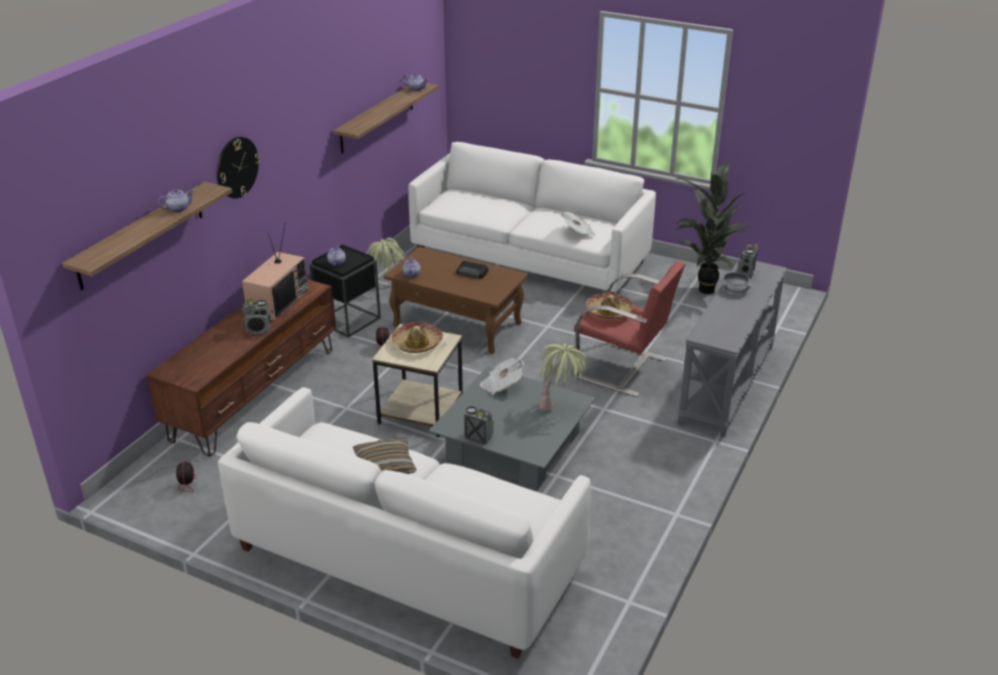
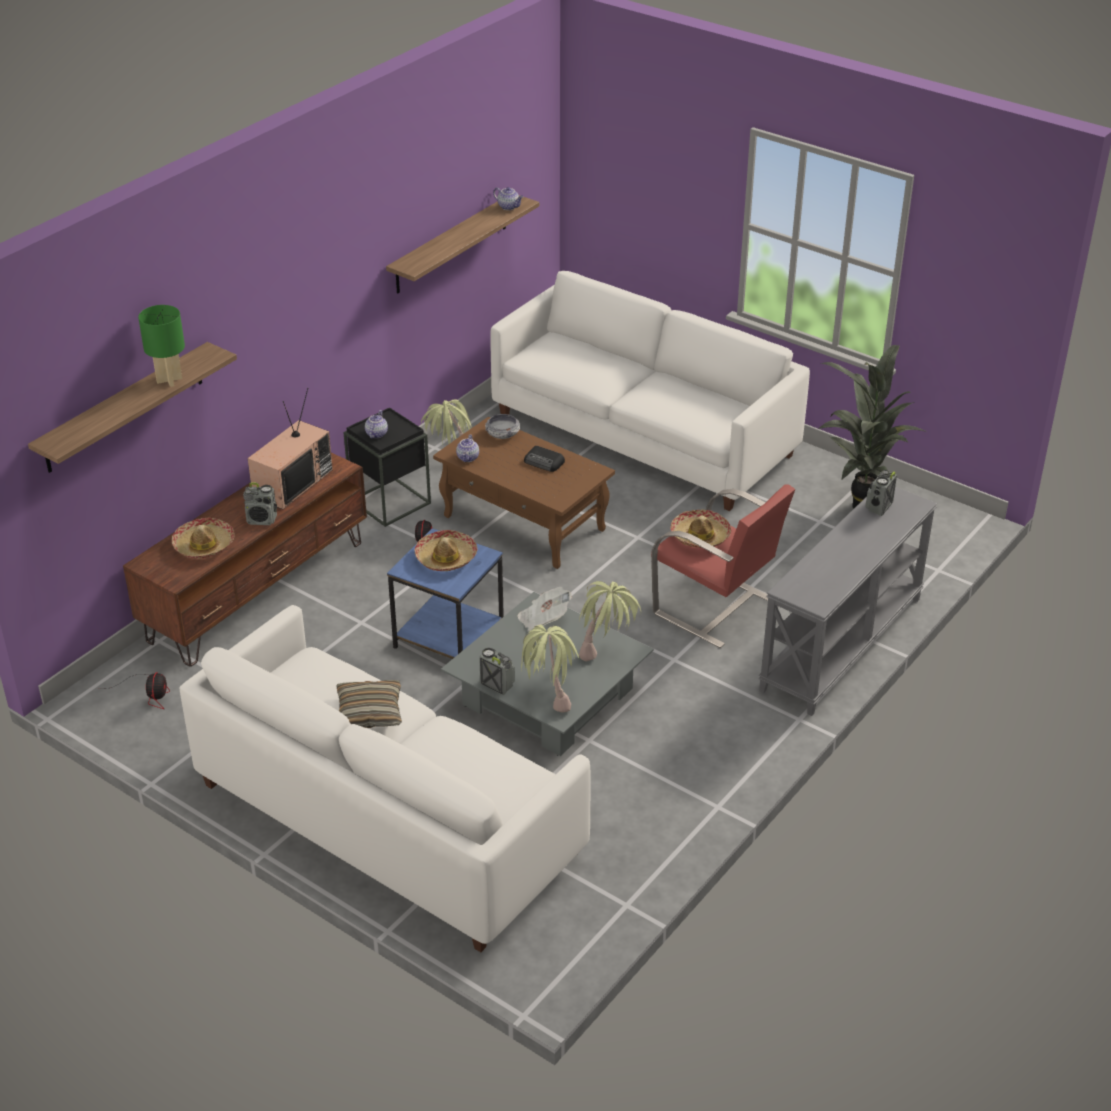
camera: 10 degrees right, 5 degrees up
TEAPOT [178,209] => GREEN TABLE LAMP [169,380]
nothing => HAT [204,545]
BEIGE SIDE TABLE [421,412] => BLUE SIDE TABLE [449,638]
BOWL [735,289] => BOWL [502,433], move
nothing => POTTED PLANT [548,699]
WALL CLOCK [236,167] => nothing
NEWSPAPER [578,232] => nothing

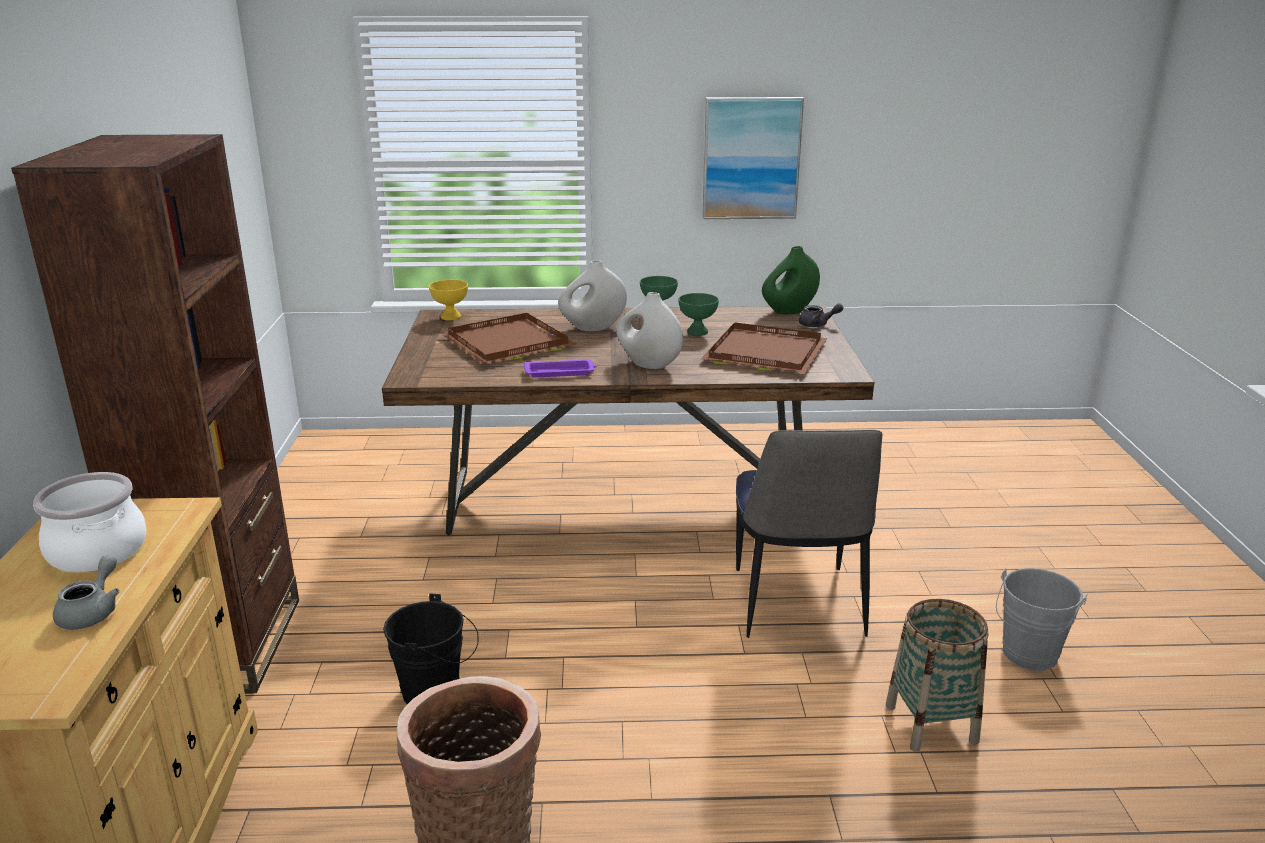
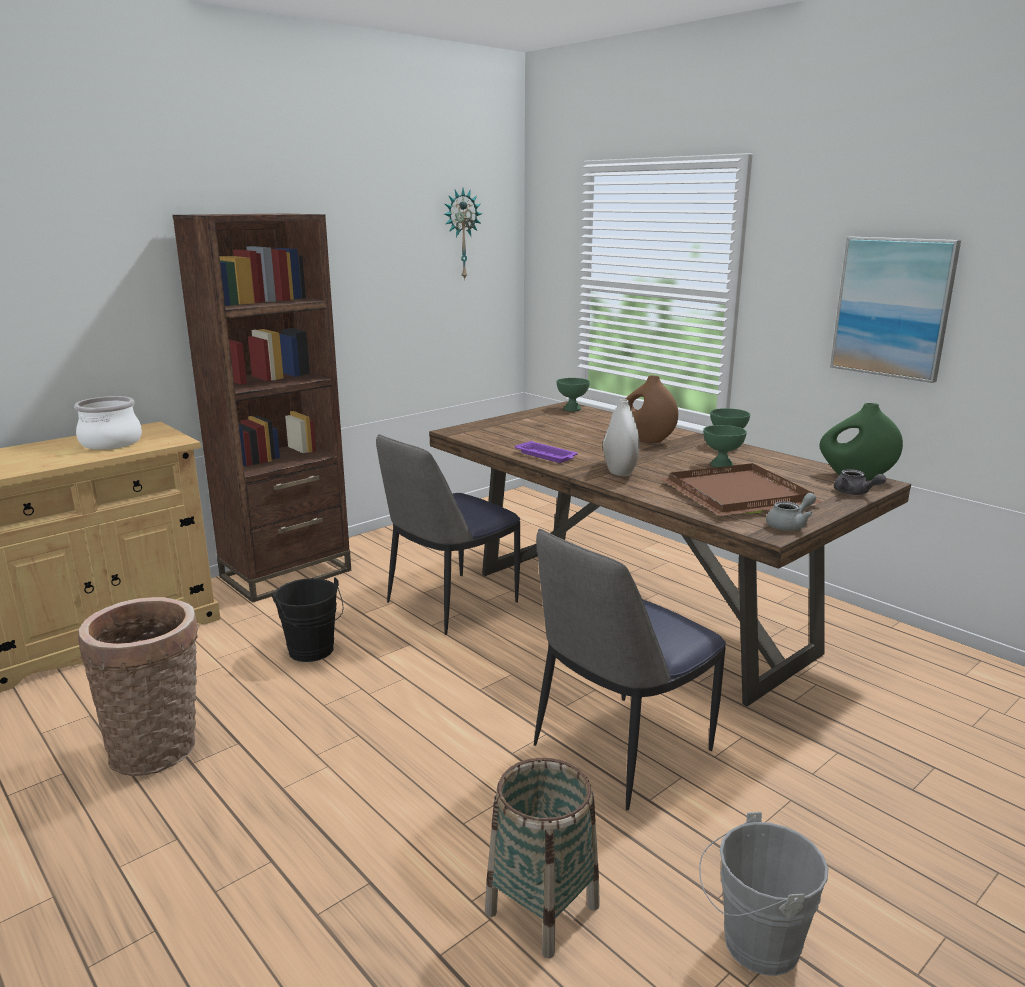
camera: 50 degrees right, 5 degrees down
nothing => CHAIR [449,604]
nothing => WALL CLOCK [461,234]
YELLOW BOWL [451,317] => GREEN BOWL [573,409]
WHITE VASE [593,328] => BROWN VASE [646,440]
GREY TEAPOT [93,612] => GREY TEAPOT [790,525], move
BROWN TRAY [510,343] => nothing

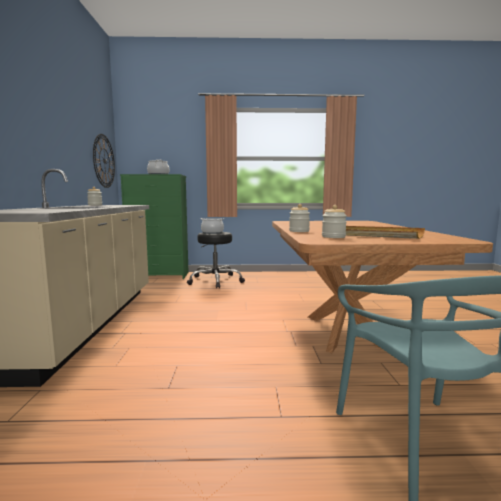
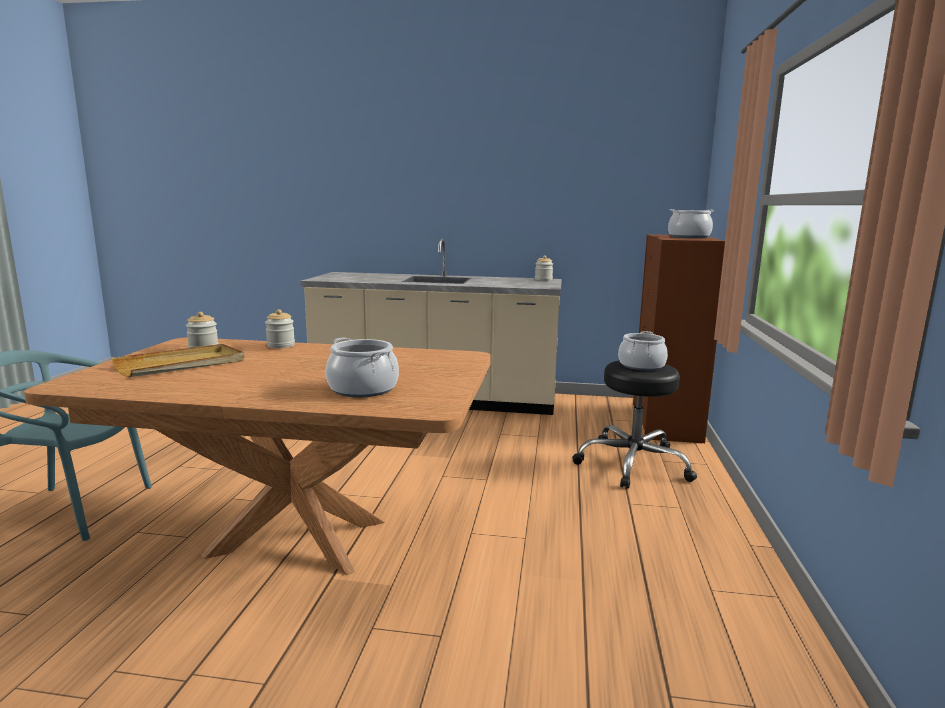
camera: 100 degrees right, 5 degrees up
nothing => COOKING POT [363,389]
GREEN DRESSER [159,275] => BROWN DRESSER [665,422]
WALL CLOCK [104,161] => nothing

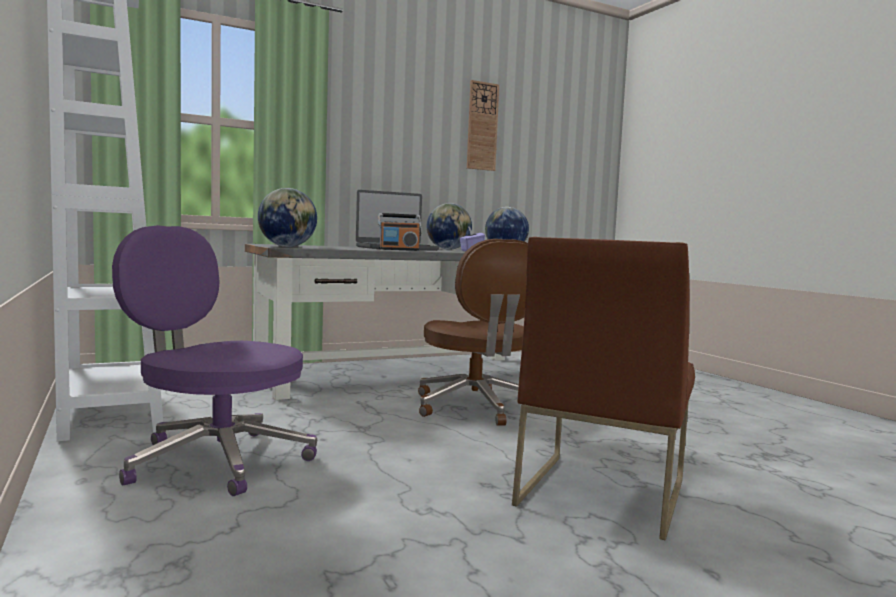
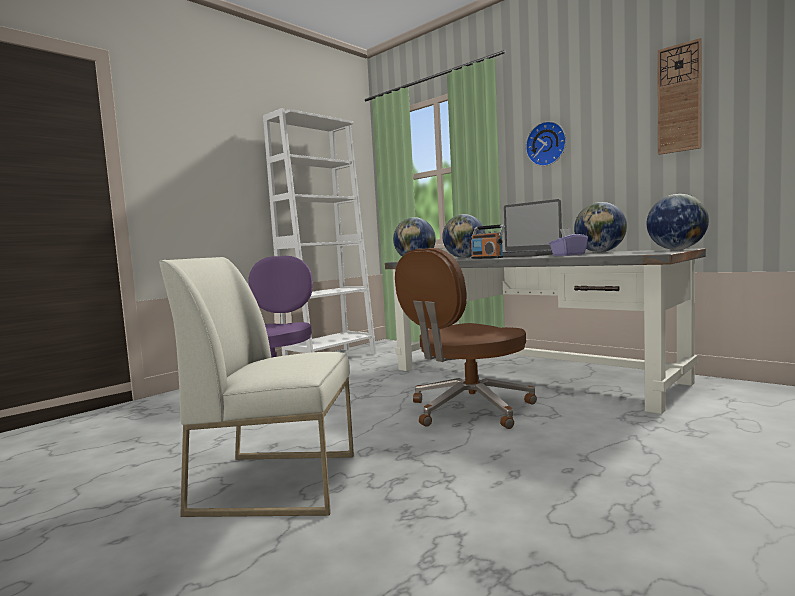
camera: 70 degrees right, 0 degrees up
BROWN CHAIR [600,492] => WHITE CHAIR [278,482]
nothing => GLOBE [464,257]
nothing => WALL CLOCK [547,144]

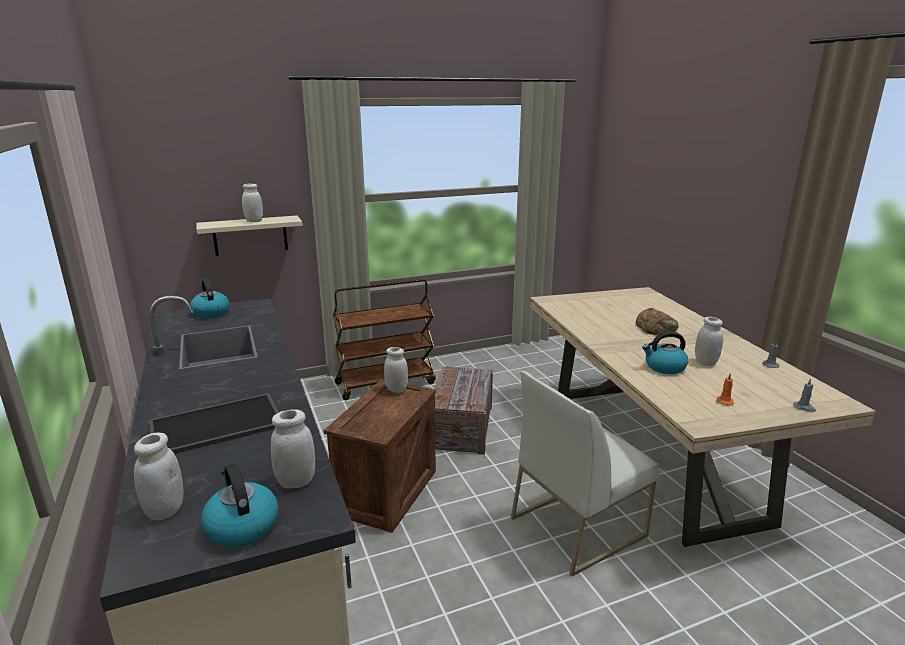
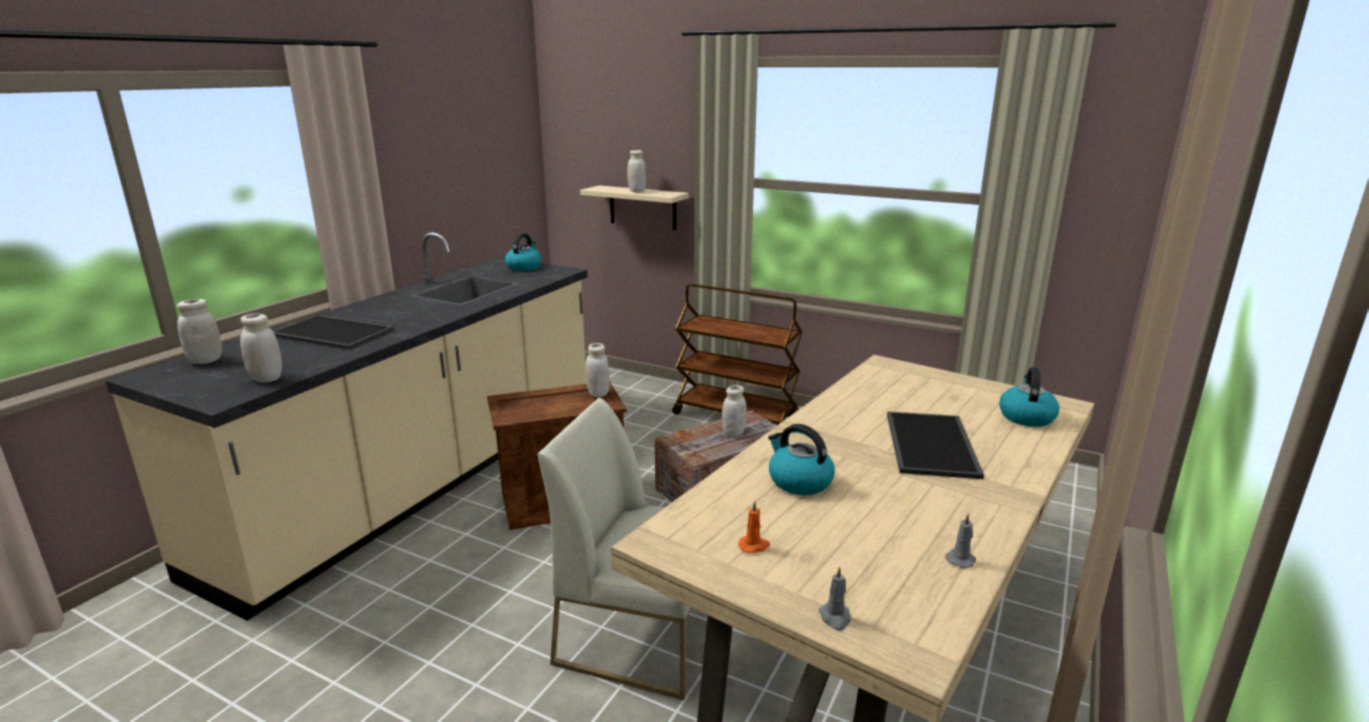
camera: 50 degrees right, 0 degrees up
WHITE JAR [705,362] => WHITE JAR [733,433], move
BREAD [656,328] => TRAY [933,445]
KETTLE [241,526] => KETTLE [1026,416], move

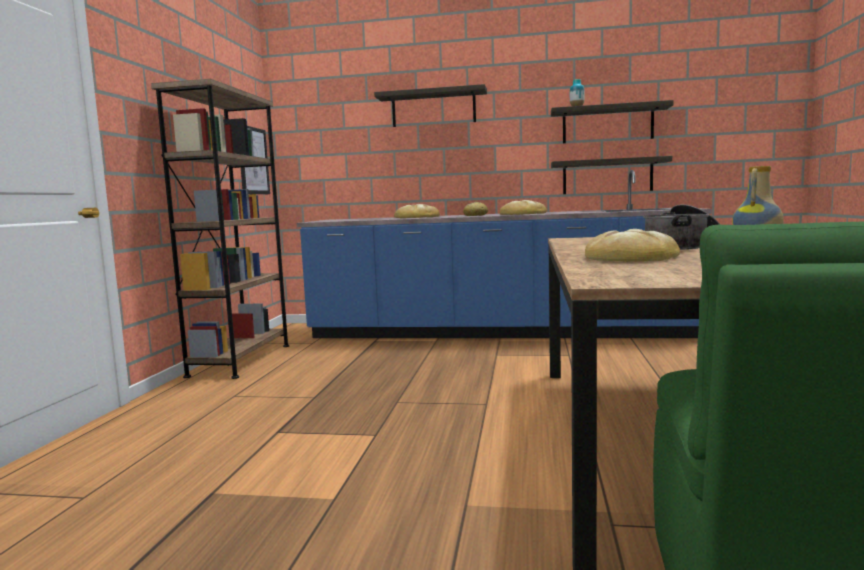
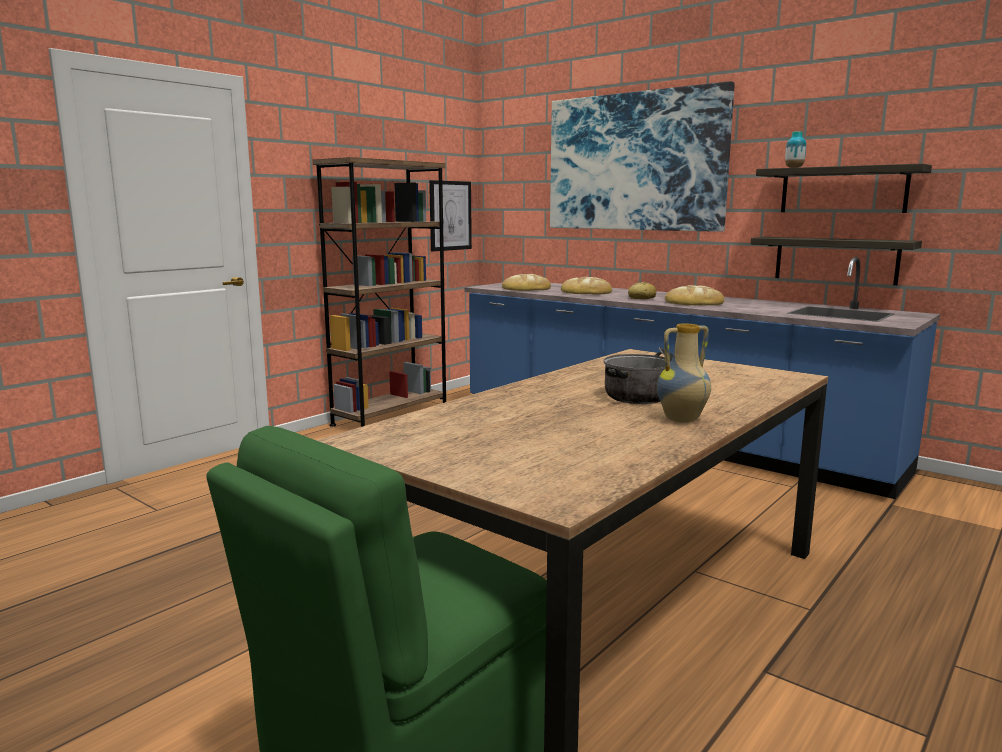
camera: 30 degrees right, 5 degrees up
BREAD [631,257] => BREAD [525,288], move
SHELF [433,108] => PICTURE [634,162]

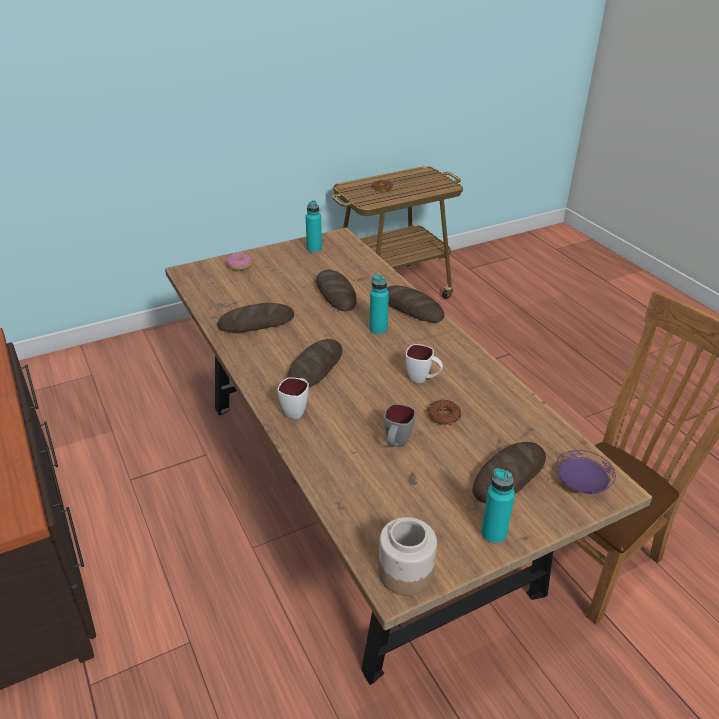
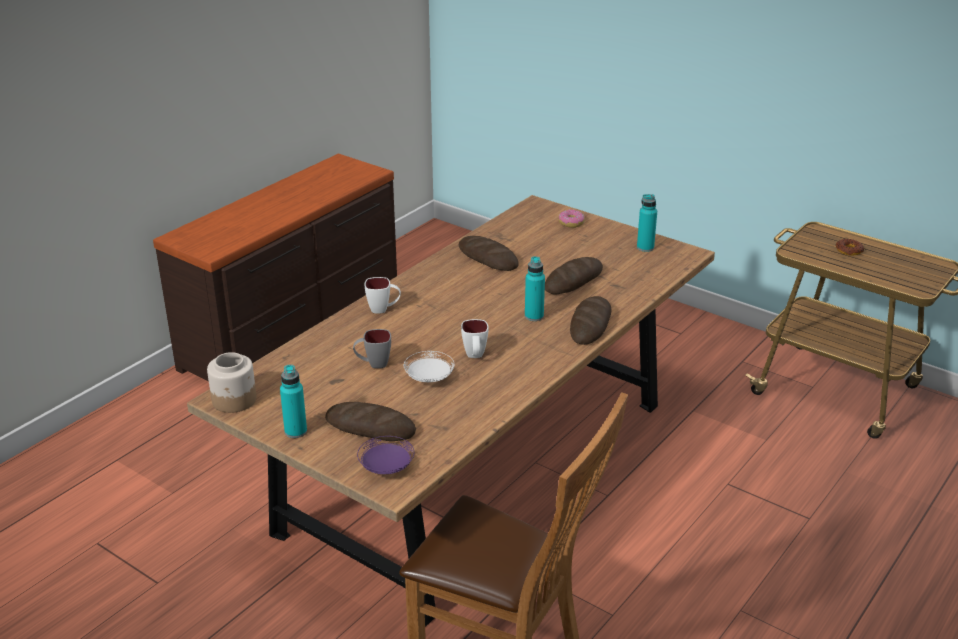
camera: 65 degrees right, 5 degrees down
DONUT [443,416] => WHITE PLATE [429,378]
BREAD [315,368] => nothing

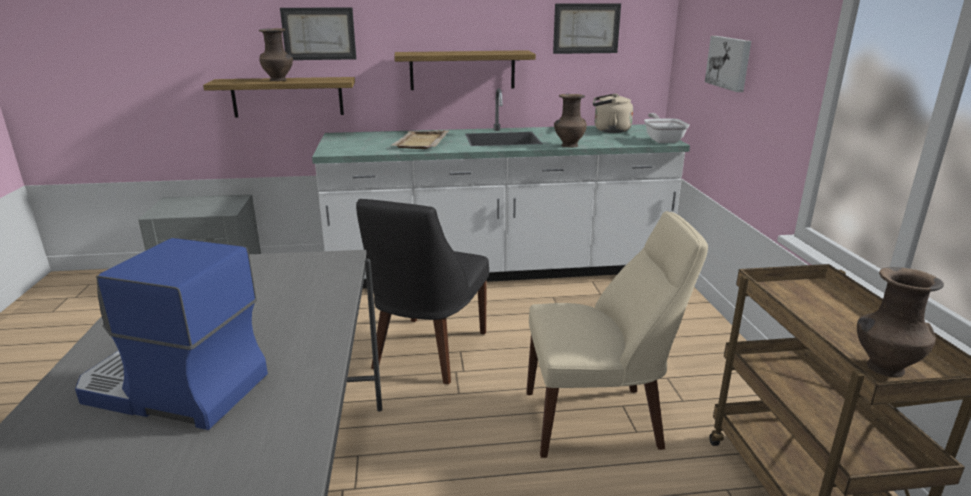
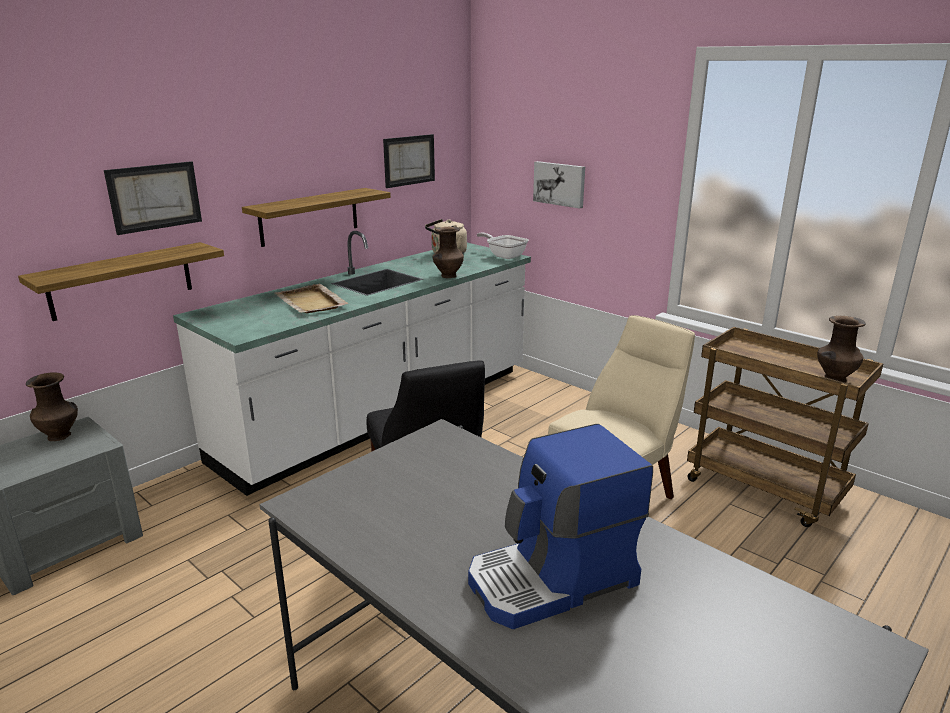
camera: 40 degrees left, 0 degrees up
BROWN VASE [279,80] => BROWN VASE [60,436], move

